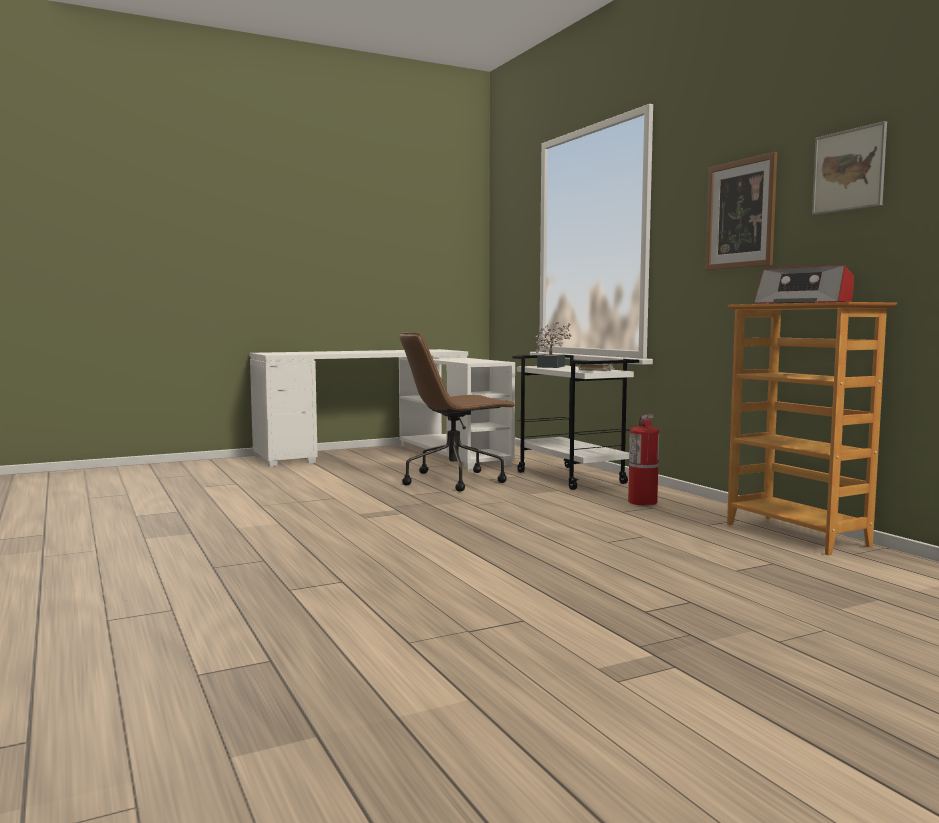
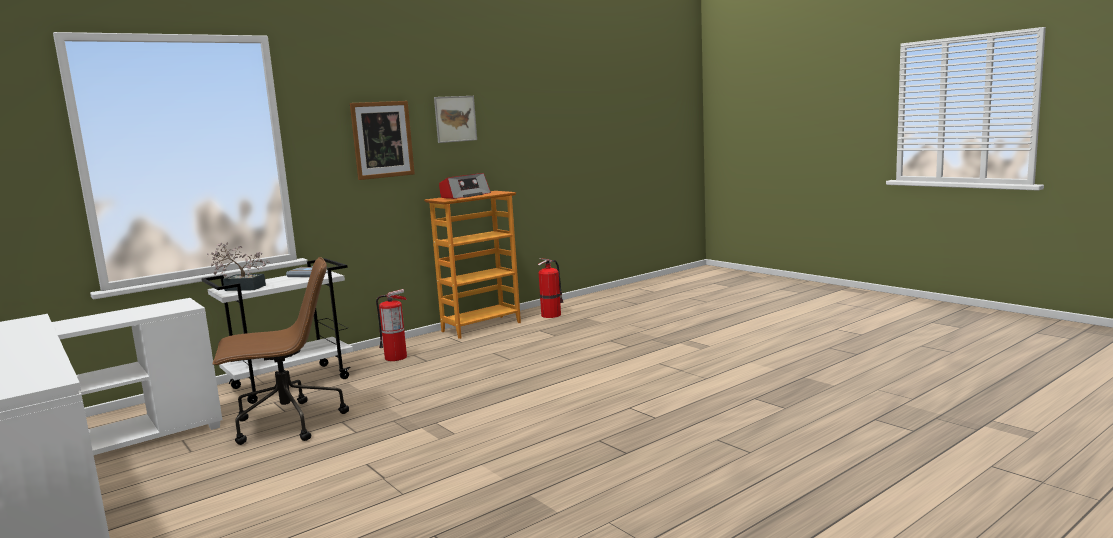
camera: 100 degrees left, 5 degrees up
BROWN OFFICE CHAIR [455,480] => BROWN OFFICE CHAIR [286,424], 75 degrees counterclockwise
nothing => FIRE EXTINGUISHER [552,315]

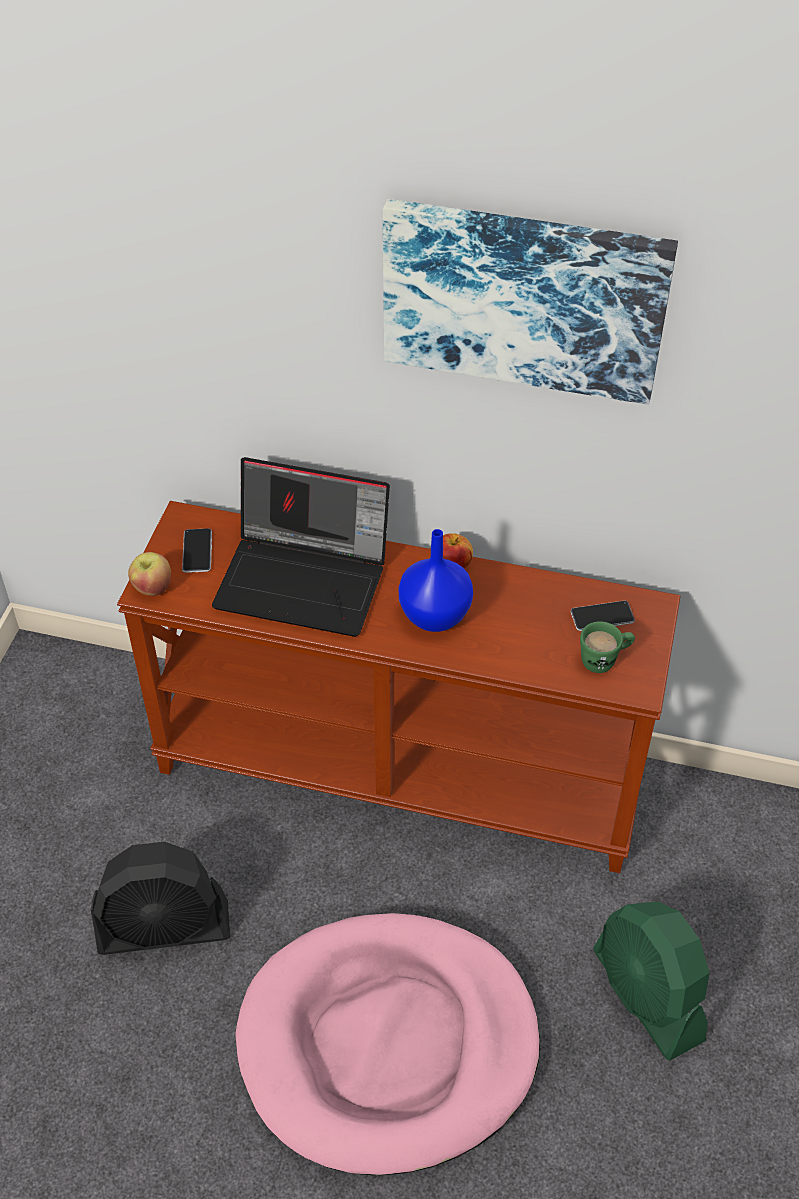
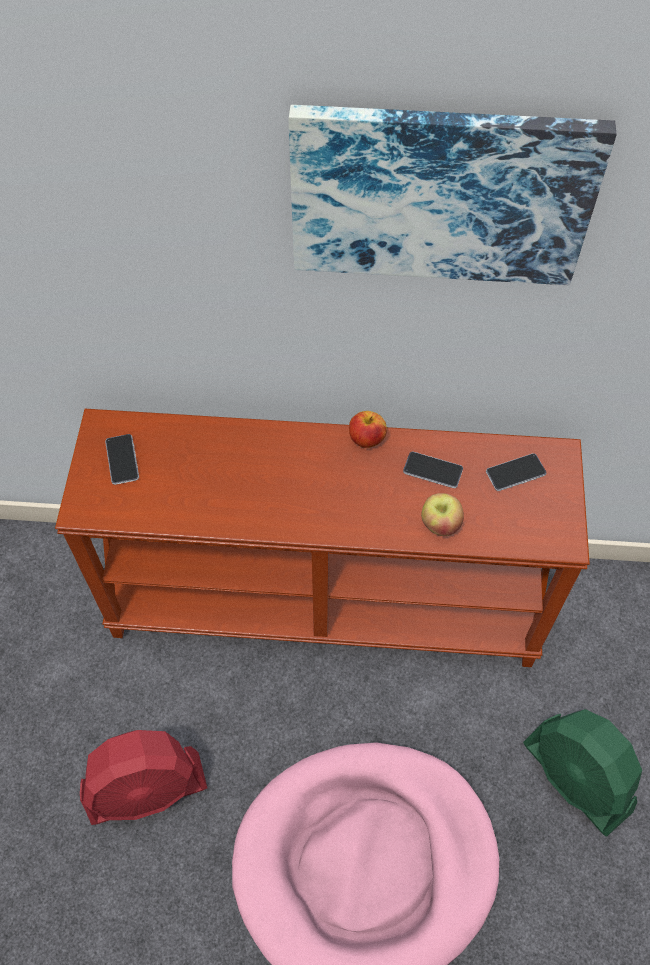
camera: 10 degrees left, 10 degrees up
BLACK FAN [164,928] => RED FAN [147,789]
nothing => PHONE [433,470]
APPLE [152,587] => APPLE [440,524], move
LAPTOP [305,579] => nothing
BLUE VASE [435,617] => nothing
GREEN MUG [604,660] => nothing

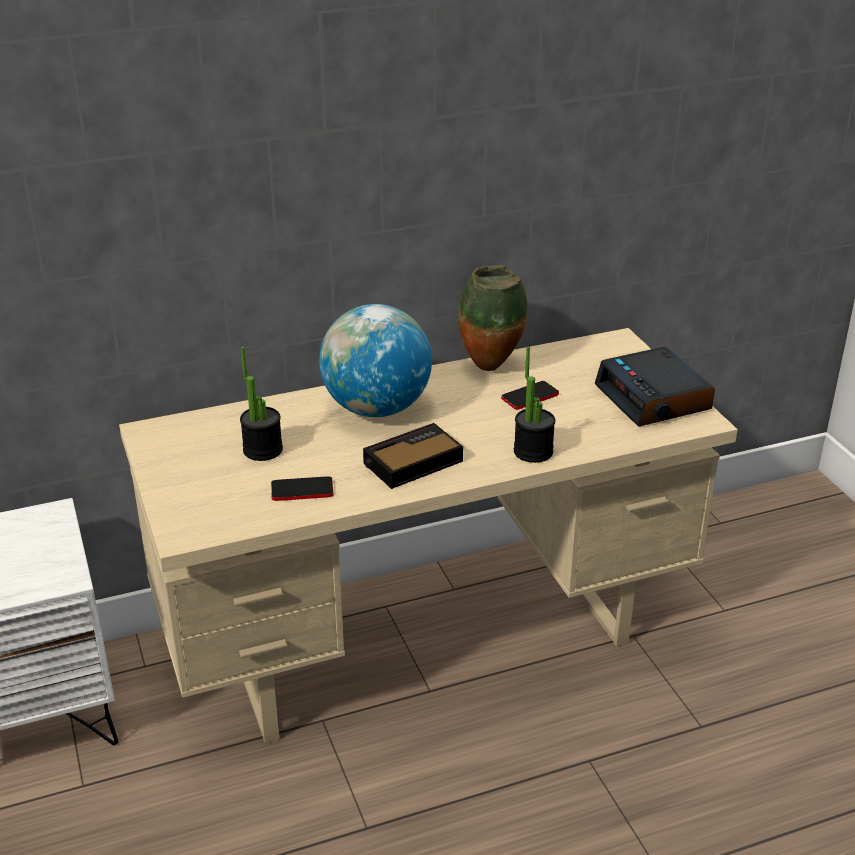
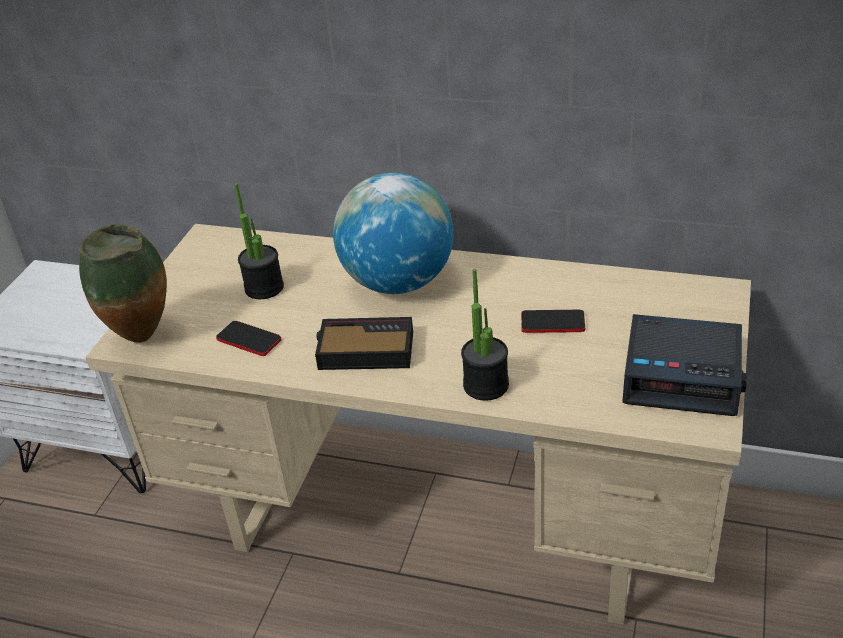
camera: 40 degrees right, 5 degrees up
VASE [491,368] => VASE [144,338], move
ALARM CLOCK [654,398] => ALARM CLOCK [683,375], 90 degrees counterclockwise

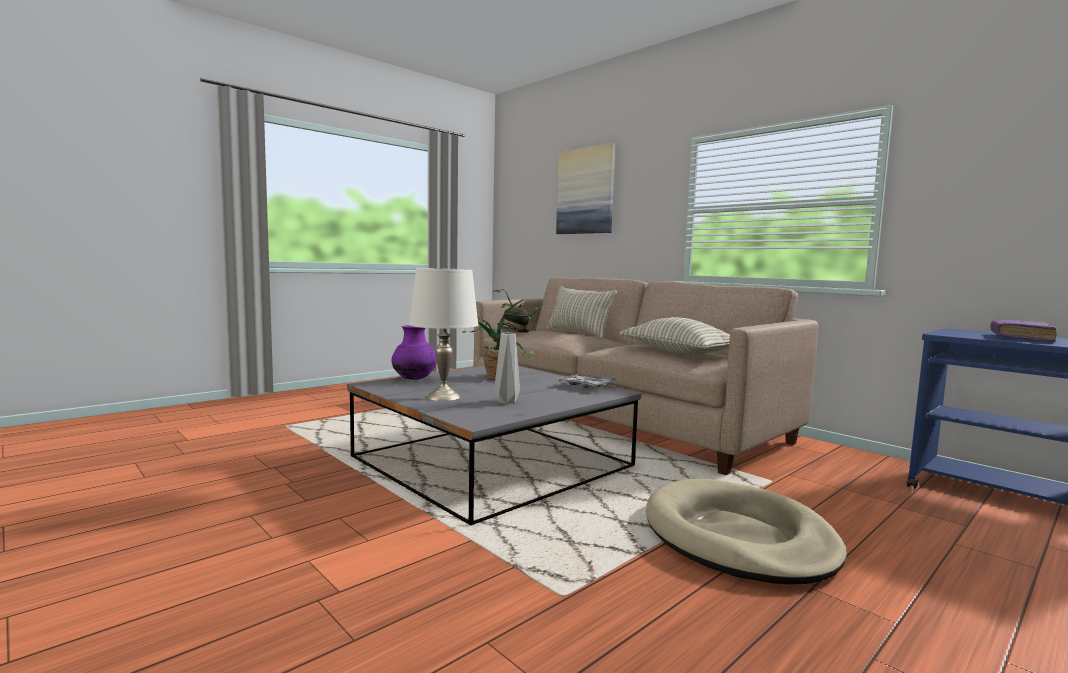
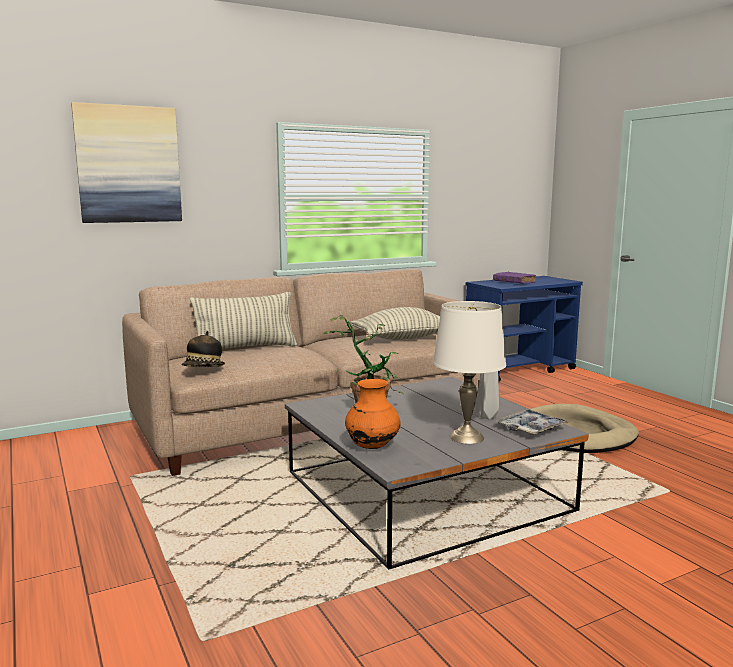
camera: 75 degrees left, 5 degrees up
PURPLE VASE [414,379] => ORANGE VASE [372,446]
TRAY [587,386] => TRAY [531,428], move

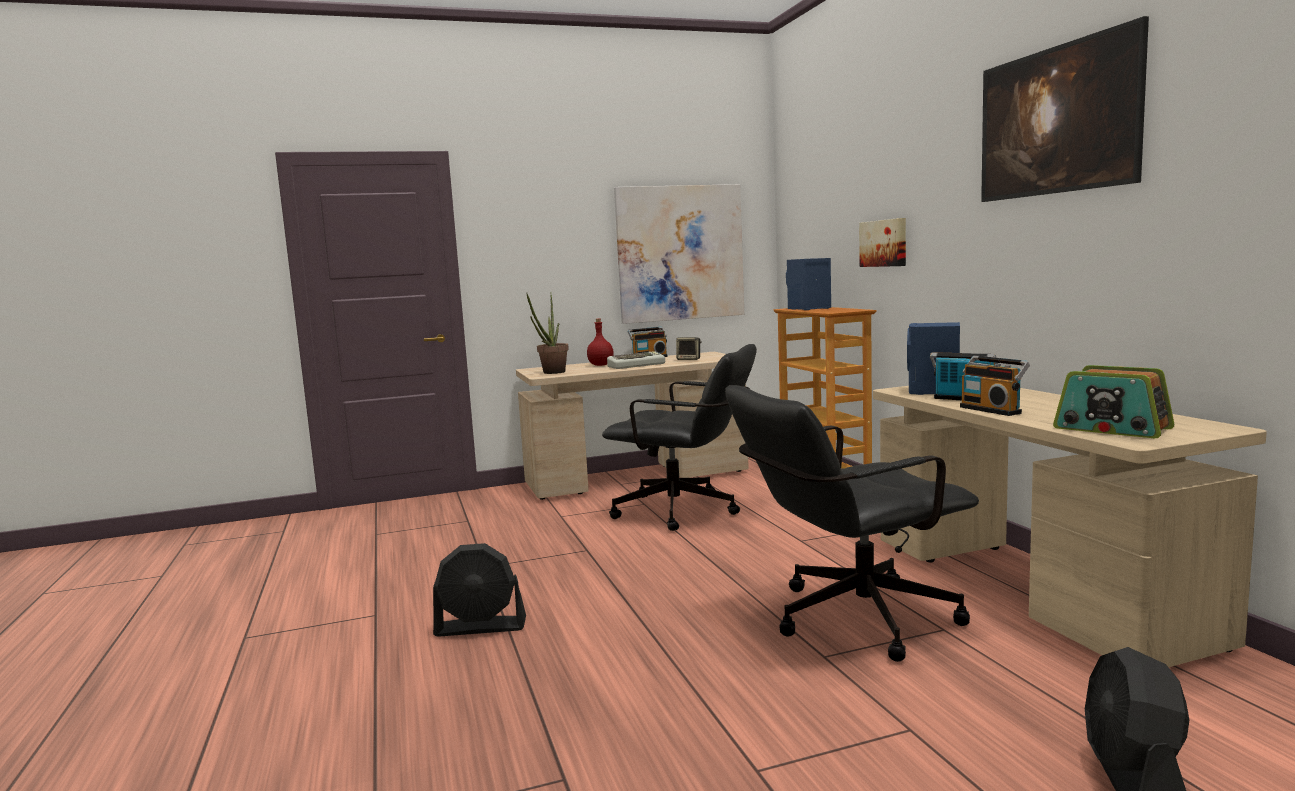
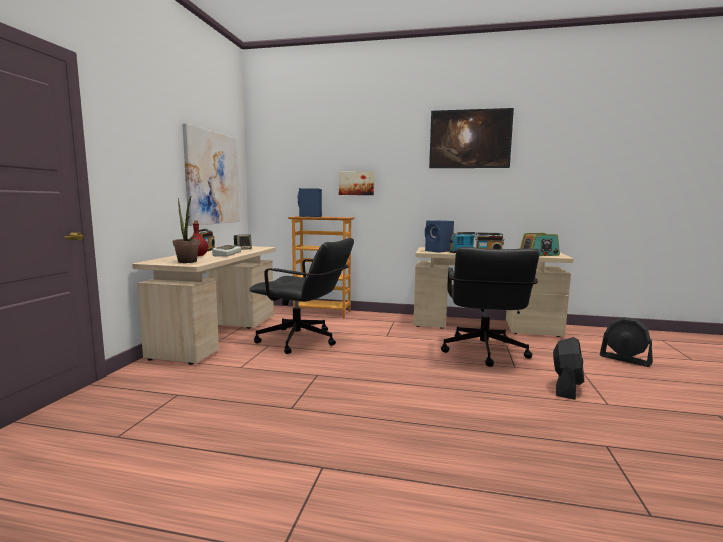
camera: 60 degrees left, 0 degrees up
BLACK OFFICE CHAIR [686,512] => BLACK OFFICE CHAIR [304,341], 60 degrees clockwise
BLACK FAN [481,627] => BLACK FAN [566,388], move

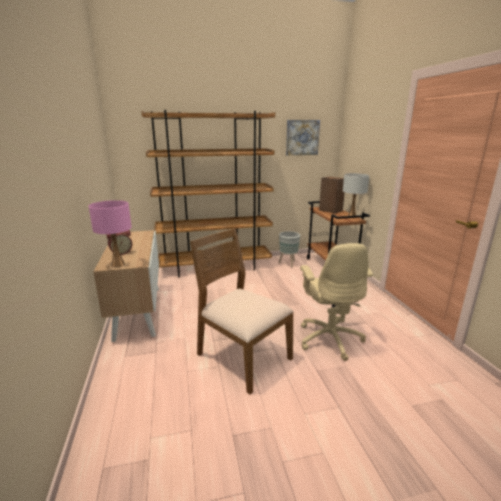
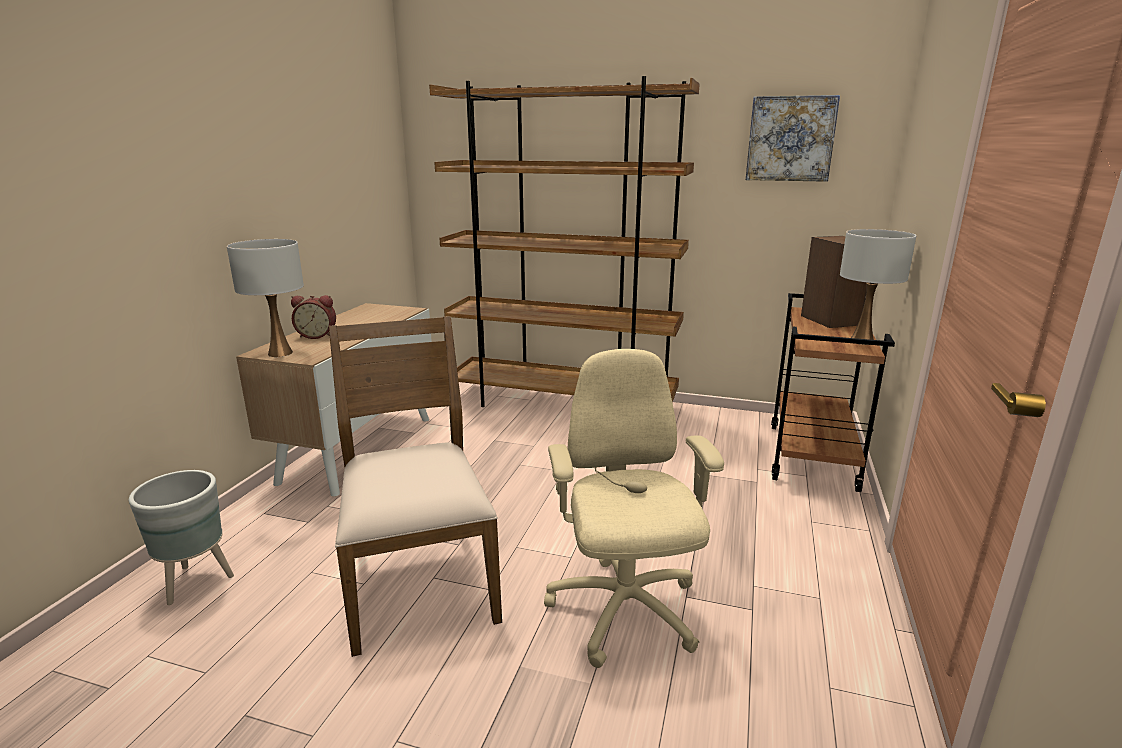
camera: 30 degrees right, 0 degrees up
GREY PLANTER [288,263] => GREY PLANTER [197,581], move
PINK TABLE LAMP [117,265] => WHITE TABLE LAMP [280,353]
BEIGE OFFICE CHAIR [330,338] => BEIGE OFFICE CHAIR [624,613], 150 degrees clockwise

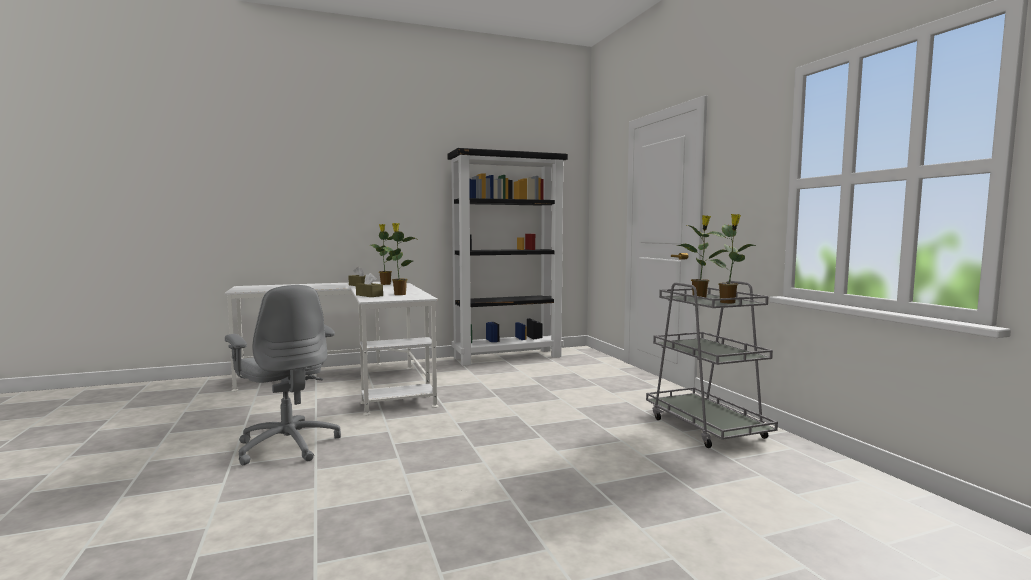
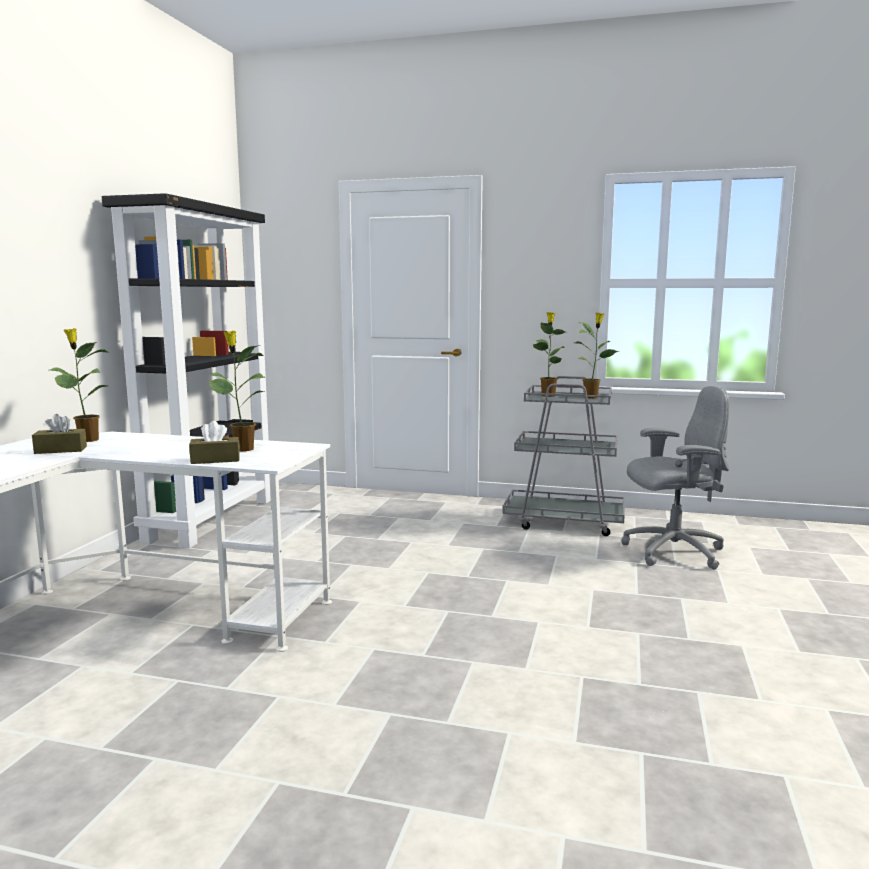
camera: 55 degrees left, 5 degrees up
GREY OFFICE CHAIR [288,445] => GREY OFFICE CHAIR [672,552], move

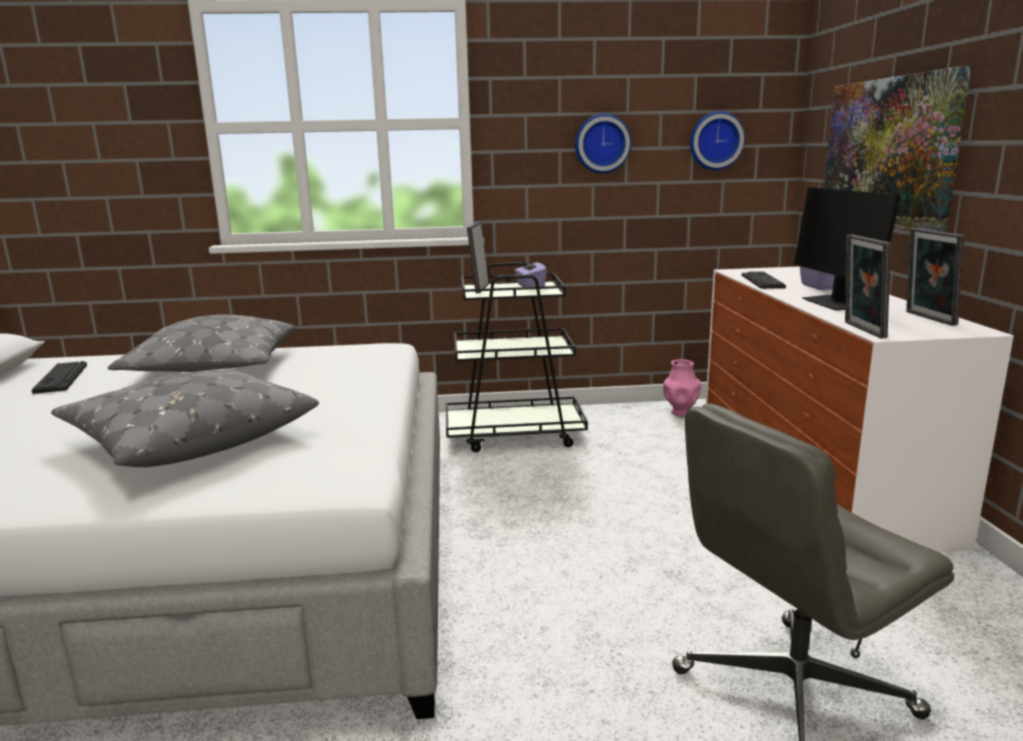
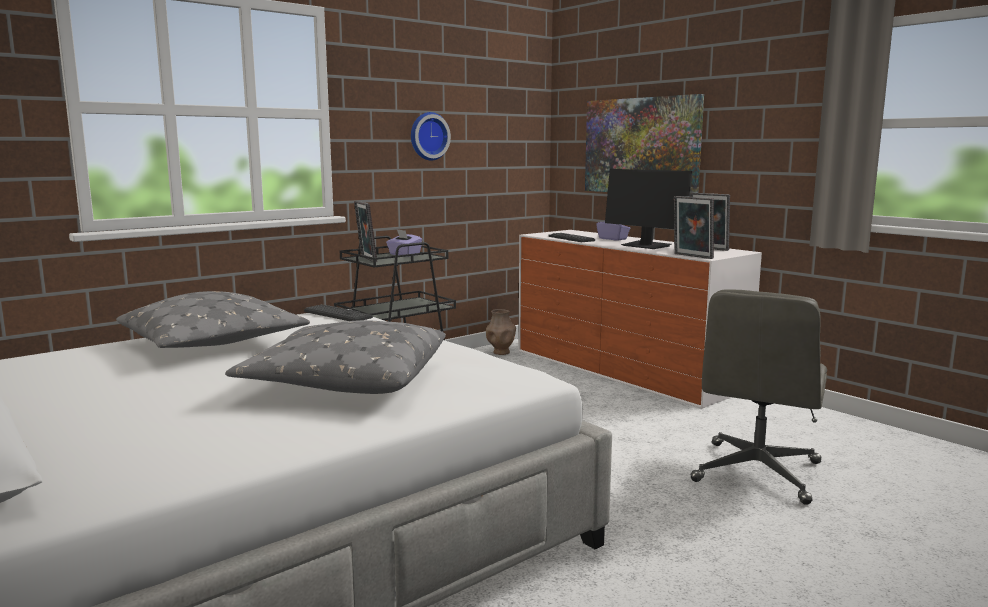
camera: 35 degrees left, 5 degrees down
KEYBOARD [61,378] => KEYBOARD [337,314], move
PINK VASE [680,413] => BROWN VASE [501,352]
WALL CLOCK [715,141] => nothing

